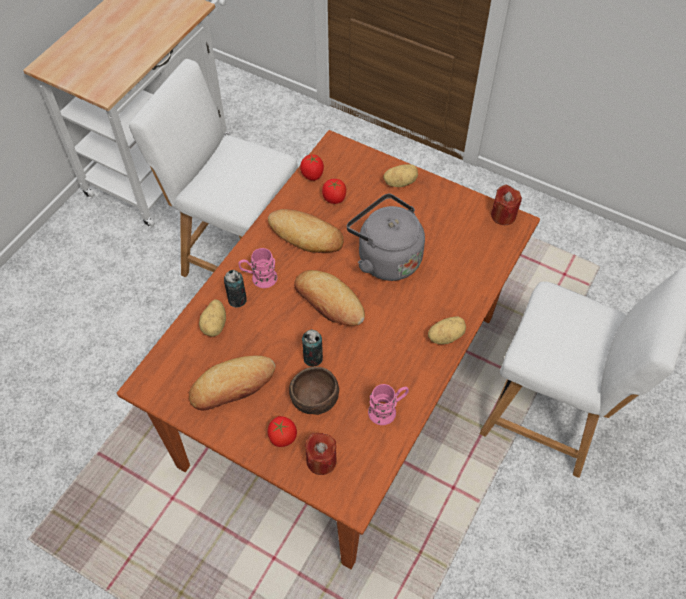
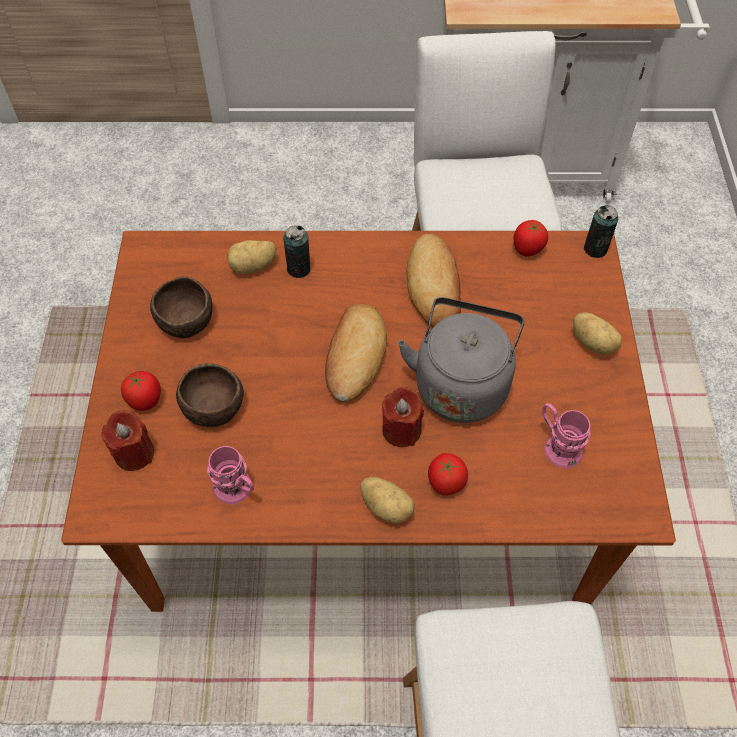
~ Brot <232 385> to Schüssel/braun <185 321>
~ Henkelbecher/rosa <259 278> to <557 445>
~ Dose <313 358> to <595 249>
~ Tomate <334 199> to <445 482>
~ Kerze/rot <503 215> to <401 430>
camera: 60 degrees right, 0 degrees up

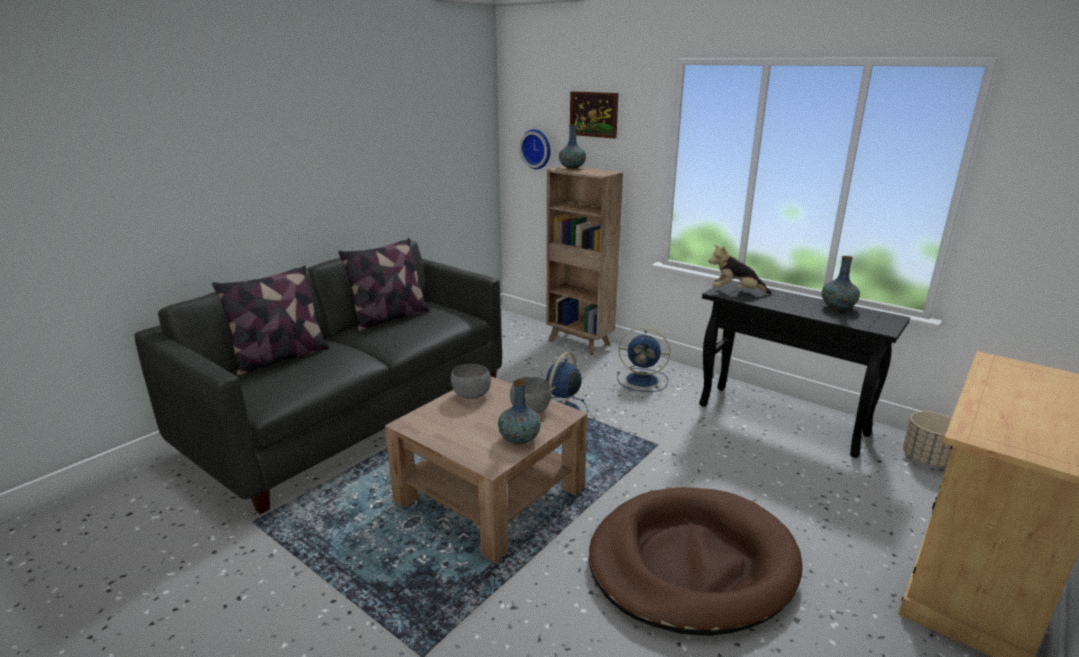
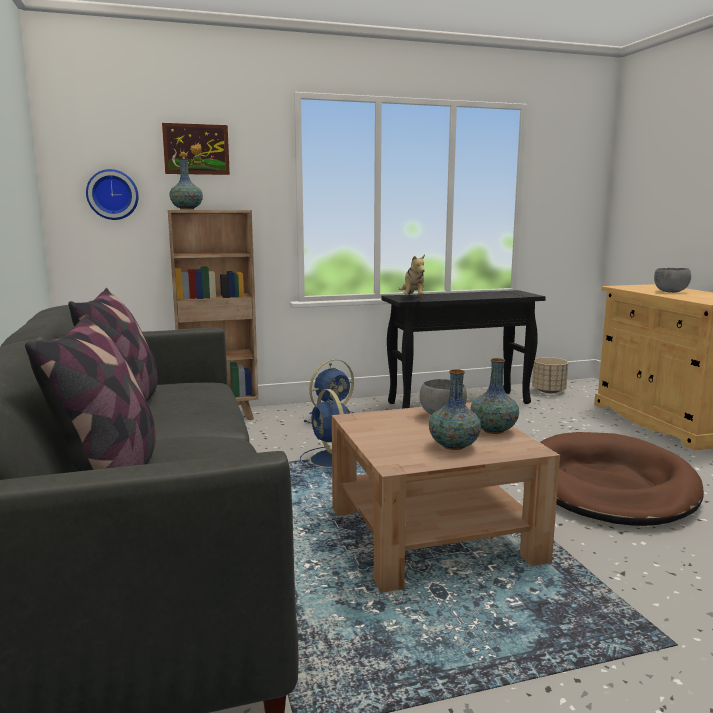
~ Schüssel/grau <470 395> to <670 292>
~ Plüschtier <735 292> = <413 298> 45 degrees counterclockwise
~ Vase <837 307> to <453 446>
camera: 55 degrees left, 10 degrees down

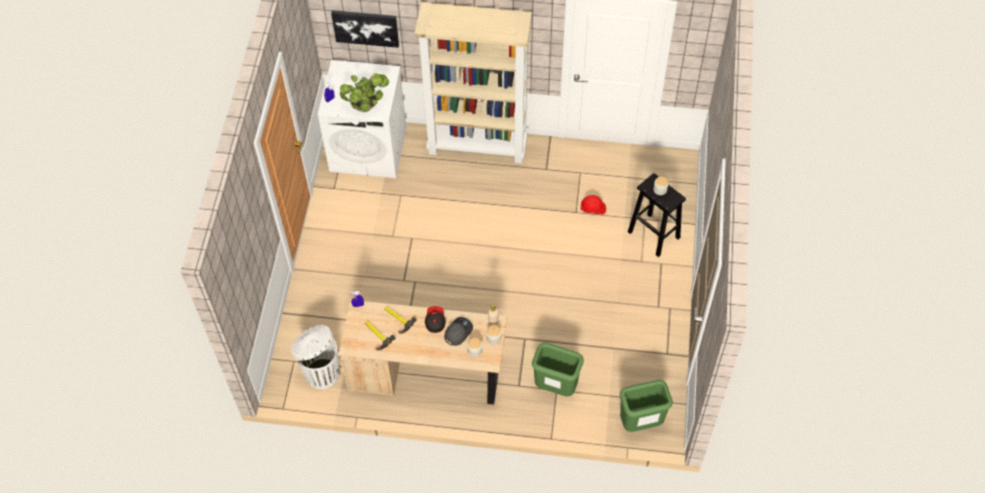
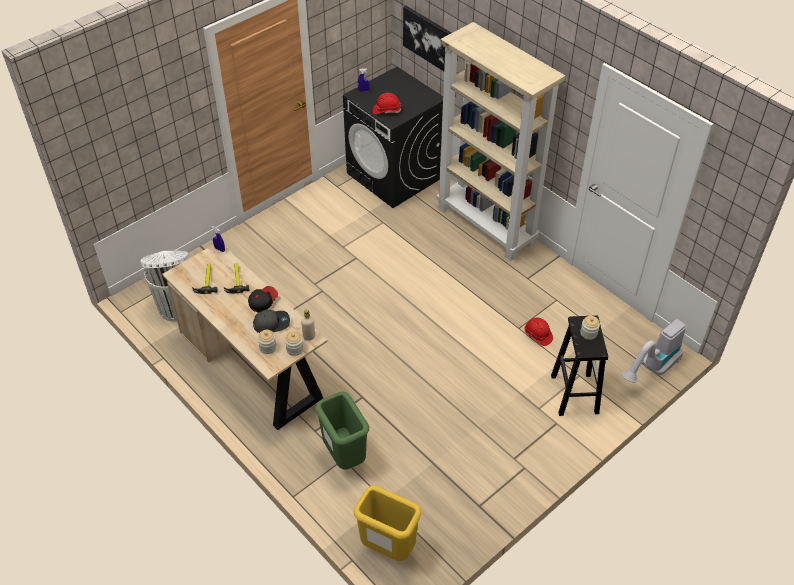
~ Waschmaschine/weiß <369 149> to Waschmaschine/schwarz <394 176>
~ Topfpflanze <366 106> to Schutzhelm/rot <386 110>
~ Mülleimer/grün <640 423> to Mülleimer/gelb <387 548>
+ Staubsauger <652 369>
camera: 40 degrees right, 10 degrees down

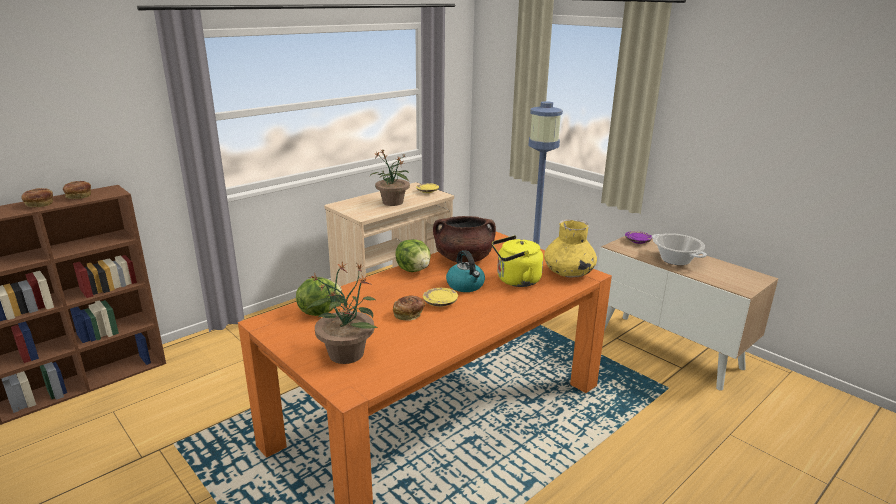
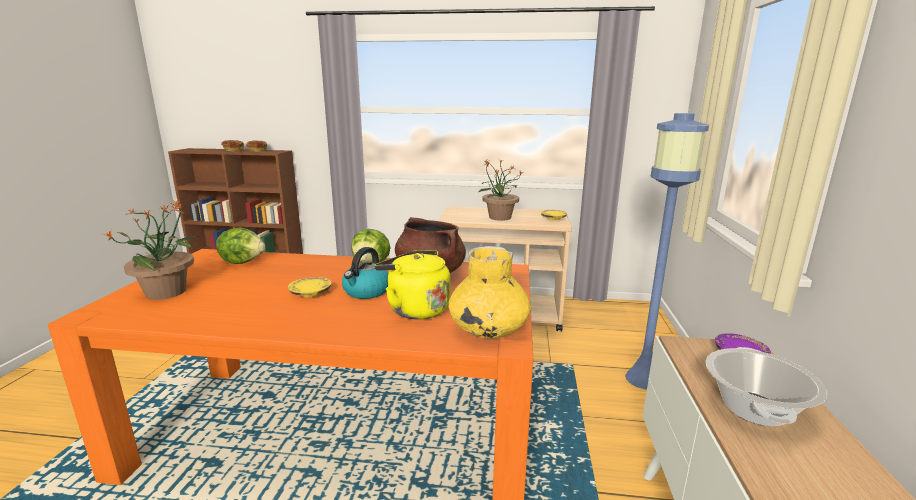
- Brot <409 314>
camera: 50 degrees right, 5 degrees down

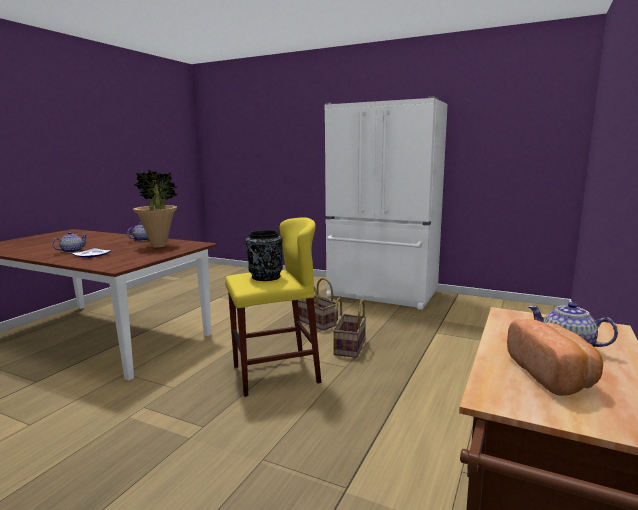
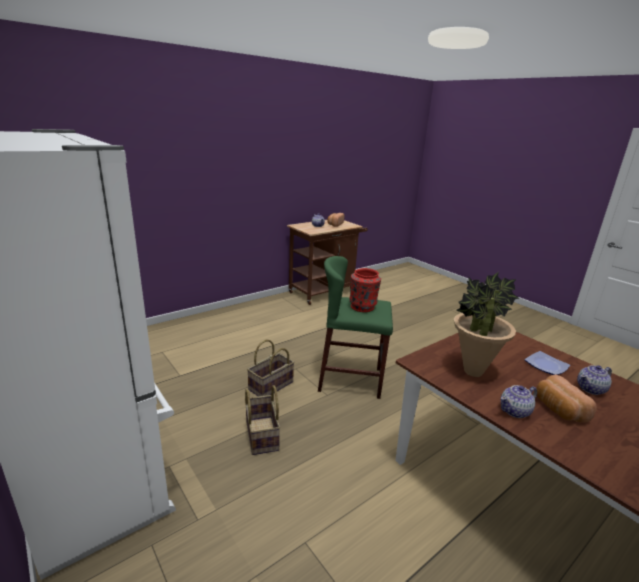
~ Hocker/gelb <275 374> to Hocker/grün <350 379>
~ Vase/schwarz <265 277> to Vase/rot <362 307>
+ Brot <558 409>
camera: 155 degrees left, 10 degrees up

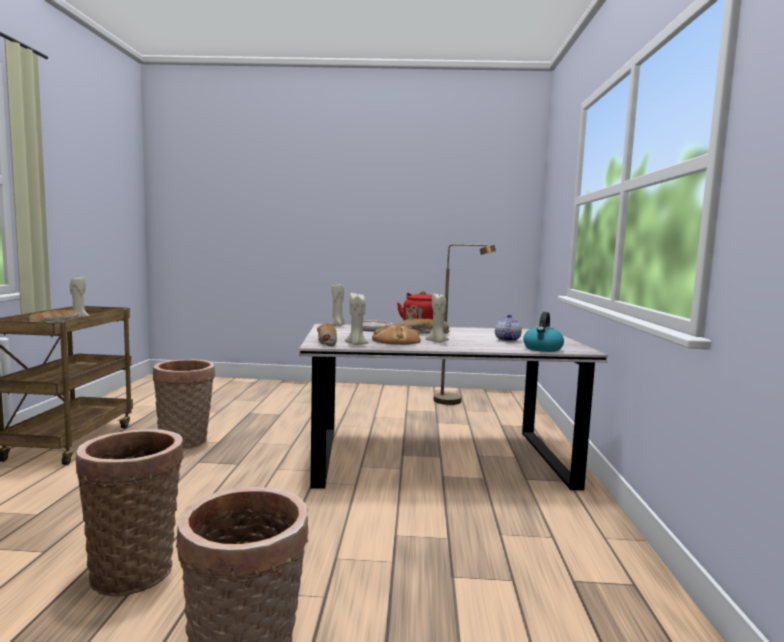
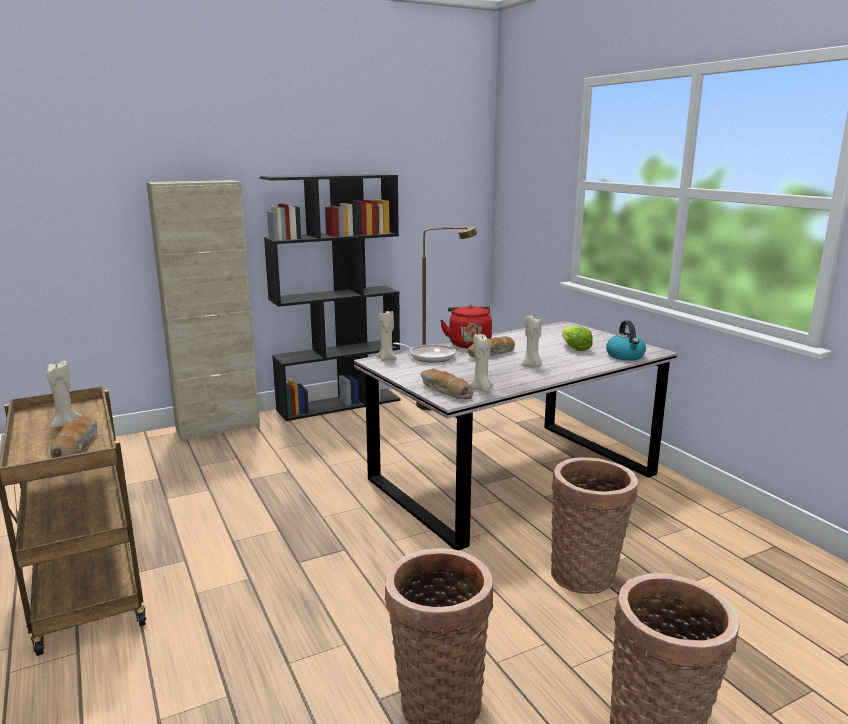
~ Korb <186 443> to <586 574>
- Brot <396 341>
~ Teekanne <507 340> to Salatkopf <574 348>
+ Schrank/beige <218 428>
+ Bücherregal/schwarz <339 404>
camera: 30 degrees left, 10 degrees up

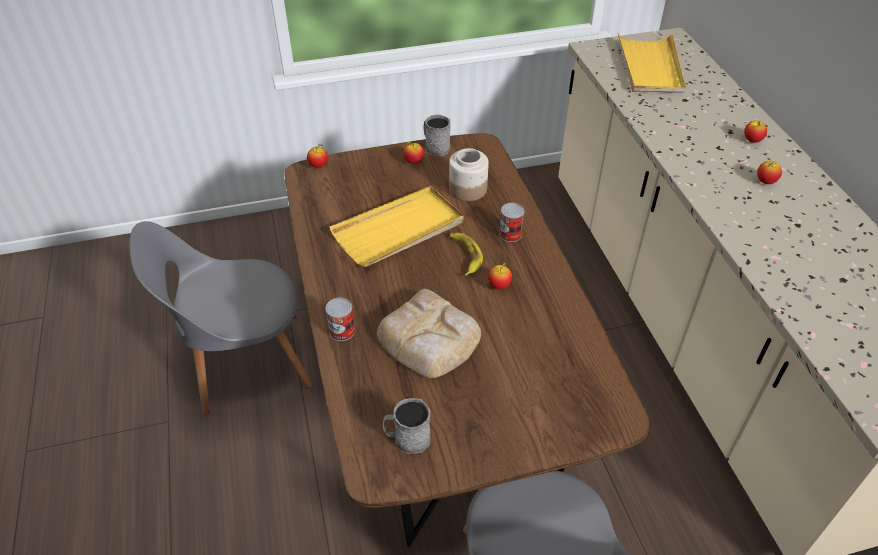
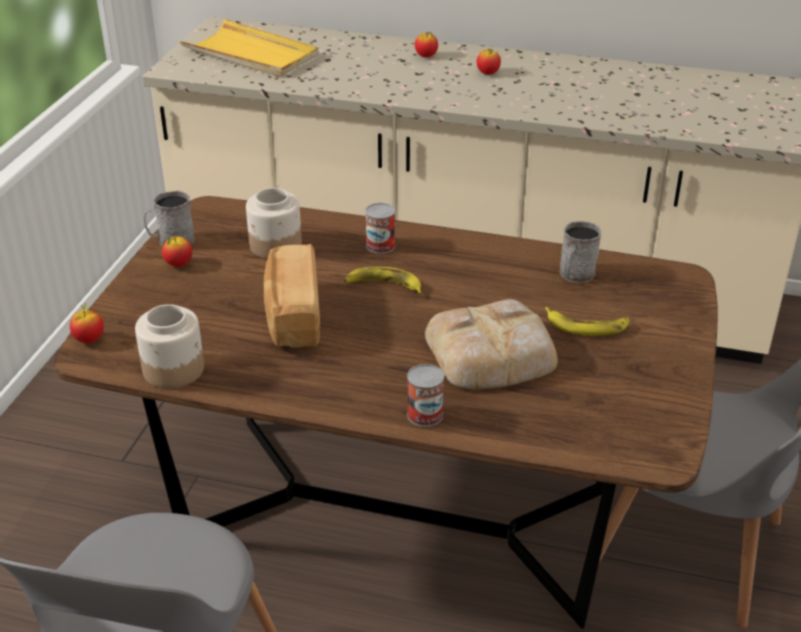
~ Tablett/gelb <399 230> to Brot <292 316>
~ Henkelbecher/grau <407 439> to <575 275>
- Apfel <499 285>
+ Vorratsglas <174 369>
+ Banane <587 326>
camera: 60 degrees left, 10 degrees down

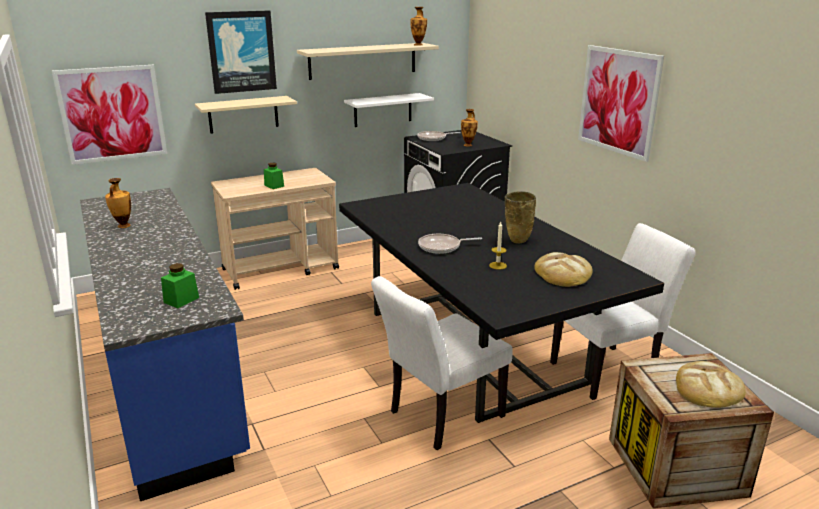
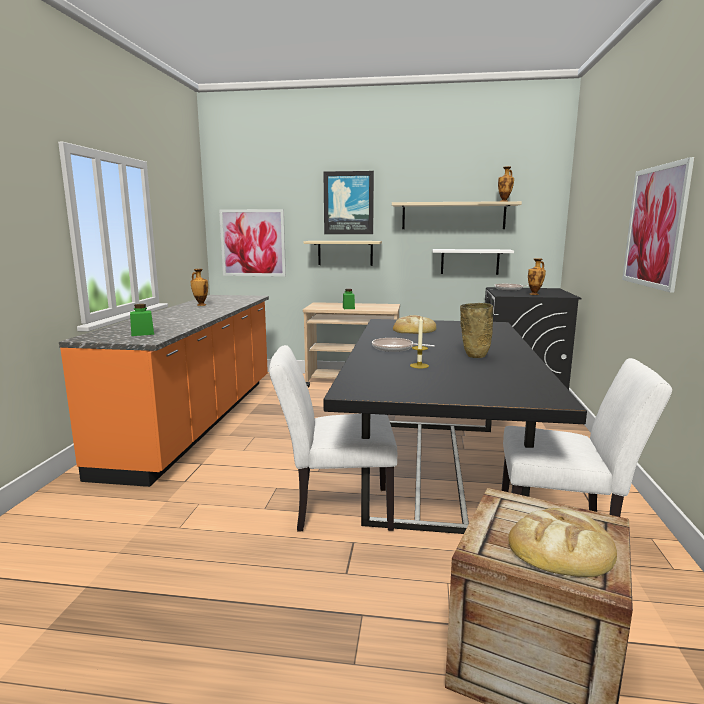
~ Küchenzeile/blau <168 374> to Küchenzeile/orange <198 421>
~ Brot <563 273> to <414 329>
camera: 35 degrees right, 10 degrees down

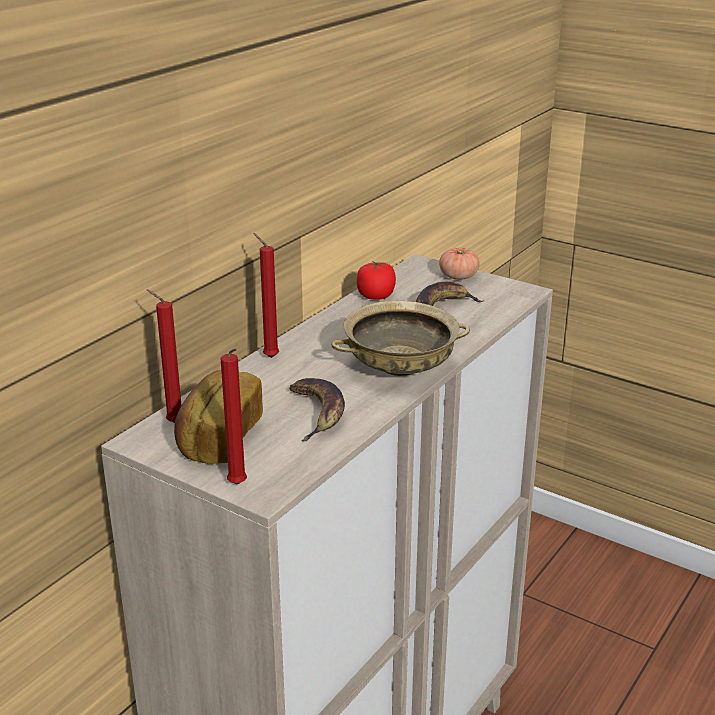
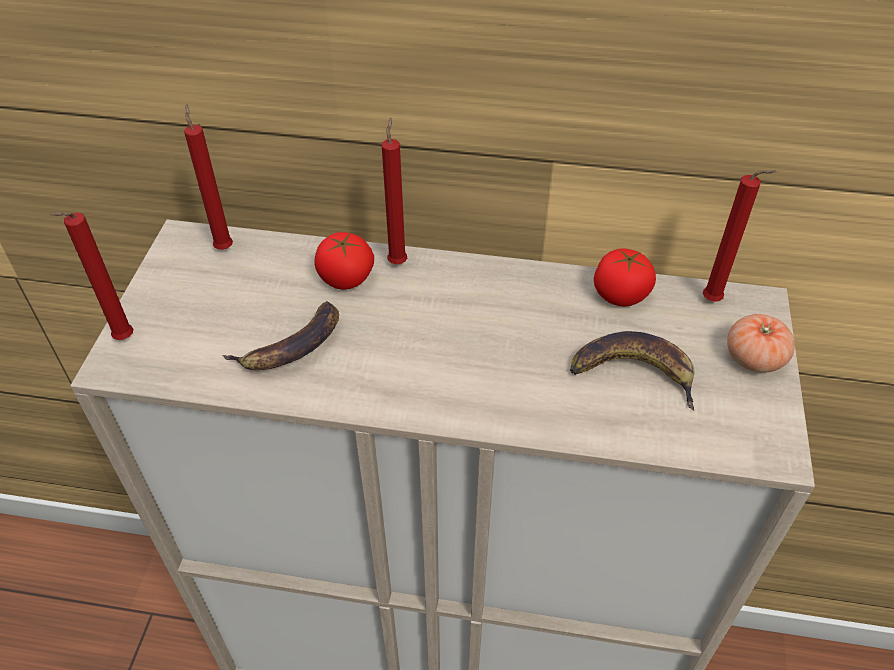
- Brot <218 439>
- Schüssel/beige <401 367>
+ Tomate <345 278>
+ Kerze/rot <714 302>
camera: 65 degrees right, 20 degrees up

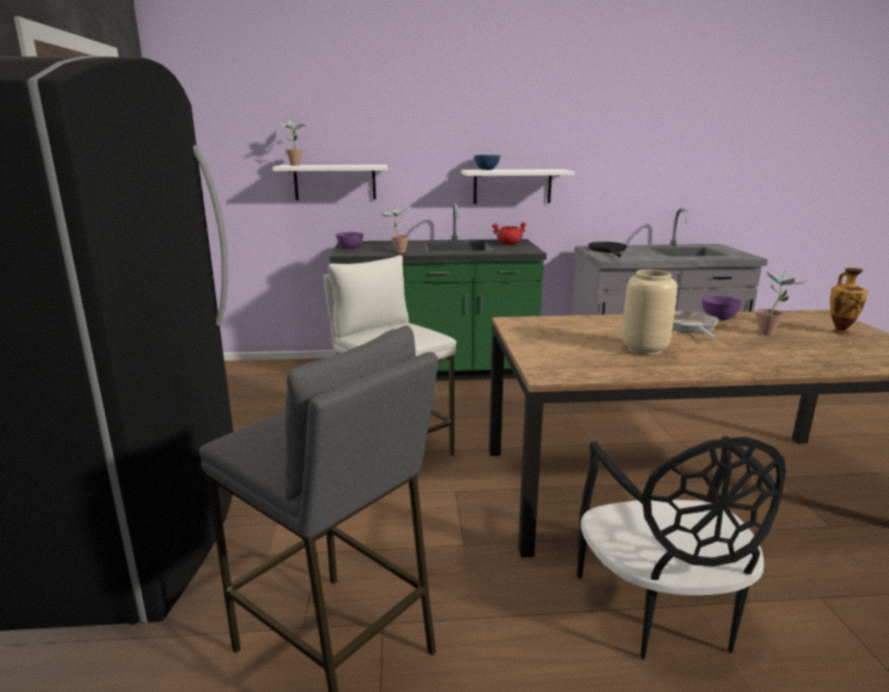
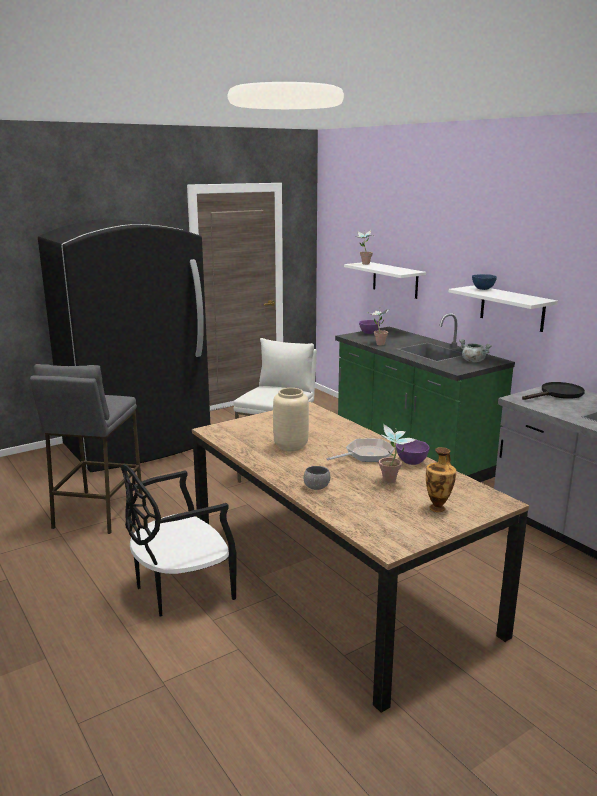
~ Kochtopf/rot <509 244> to Kochtopf/grau <473 361>
+ Schüssel/grau <316 487>
camera: 60 degrees right, 0 degrees up

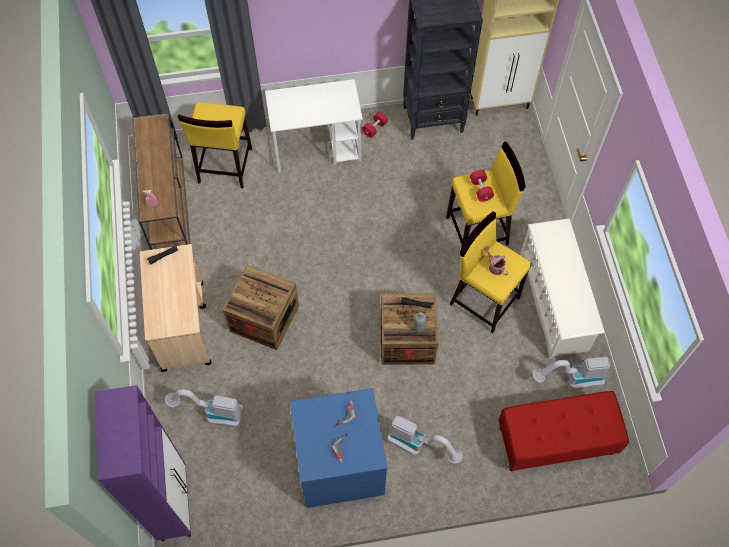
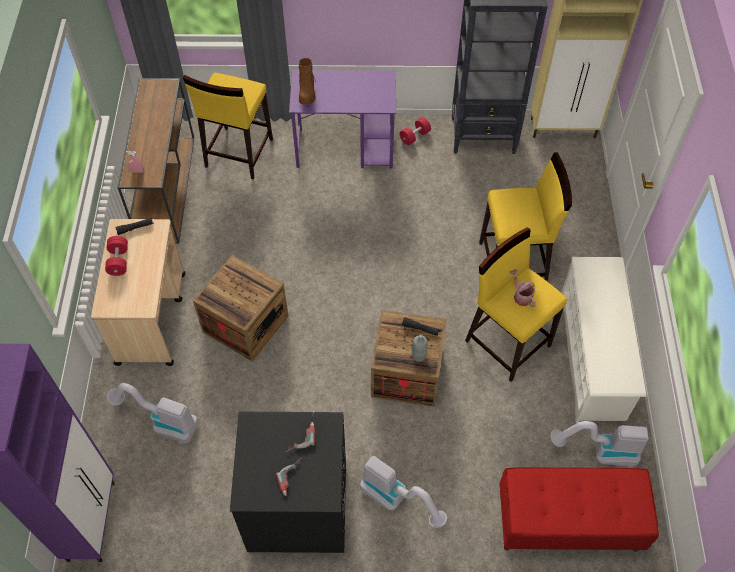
~ Schreibtisch/weiß <317 148> to Schreibtisch/lila <346 148>
~ Waschmaschine/blau <339 465> to Waschmaschine/schwarz <297 507>
~ Hantel/rot <480 190> to <118 261>
+ Stiefel/braun <307 91>
camera: 10 degrees right, 5 degrees down

